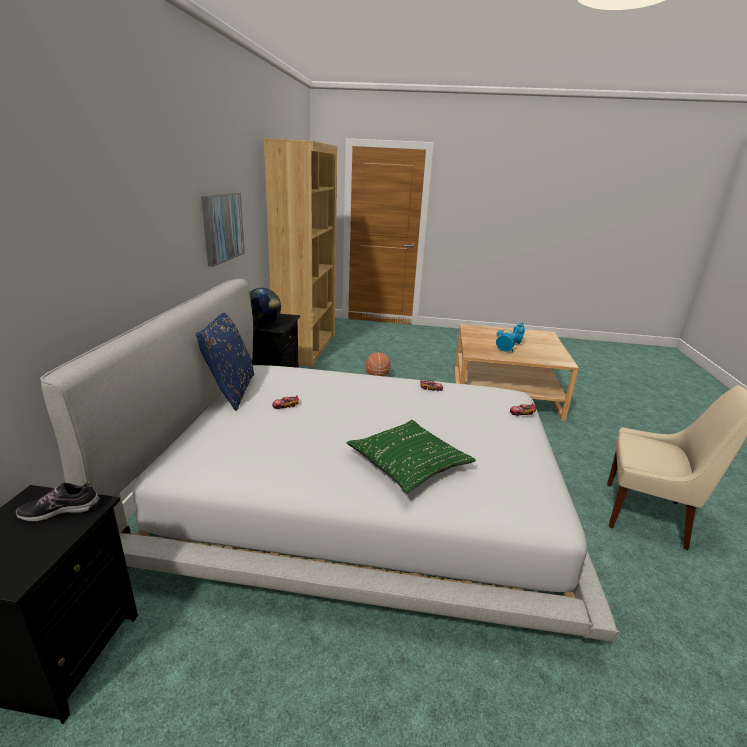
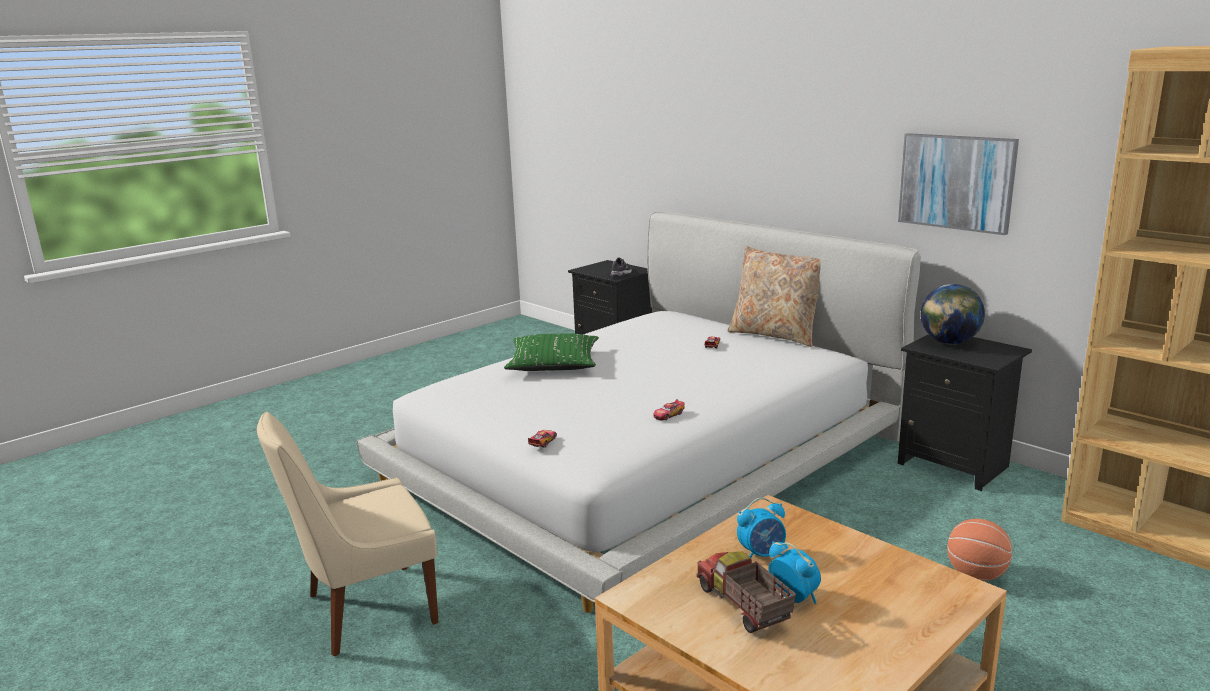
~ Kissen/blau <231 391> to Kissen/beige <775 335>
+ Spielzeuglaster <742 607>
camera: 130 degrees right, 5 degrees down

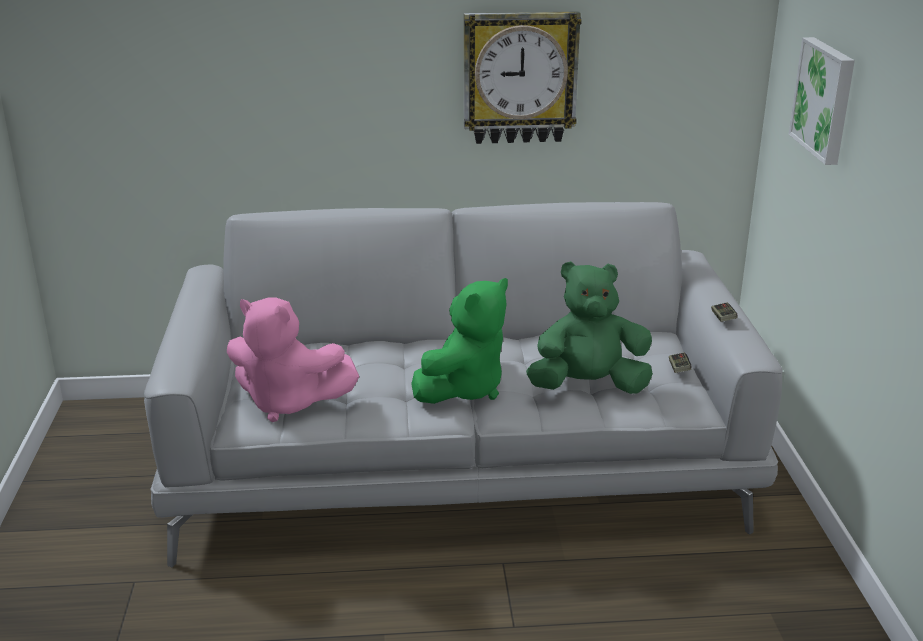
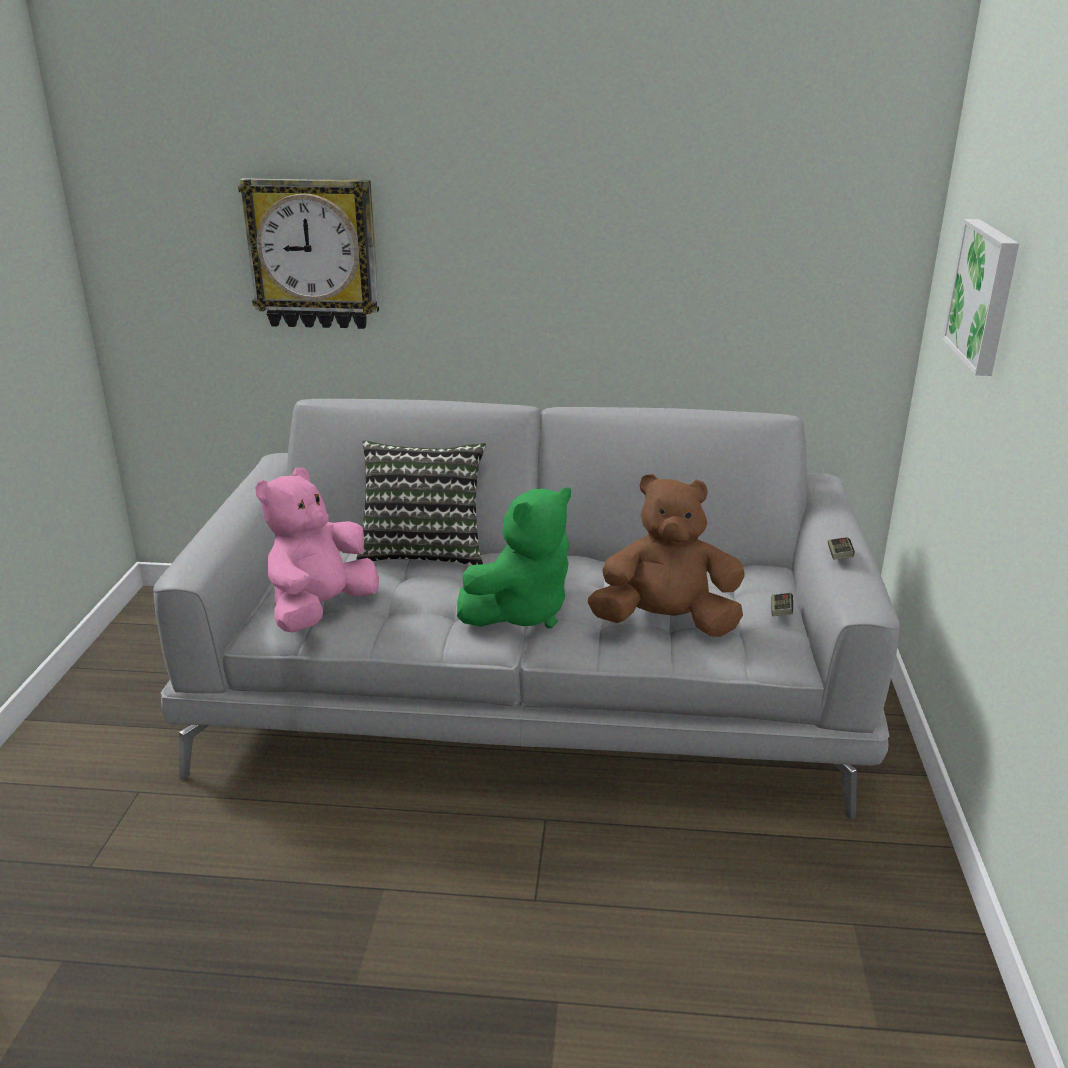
~ Plüschtier/rosa <288 403> = <321 610> 90 degrees clockwise
~ Wanduhr <519 77> to <314 254>
~ Plüschtier/grün <588 386> to Plüschtier/braun <666 623>
+ Kissen <424 551>
camera: 10 degrees right, 0 degrees up

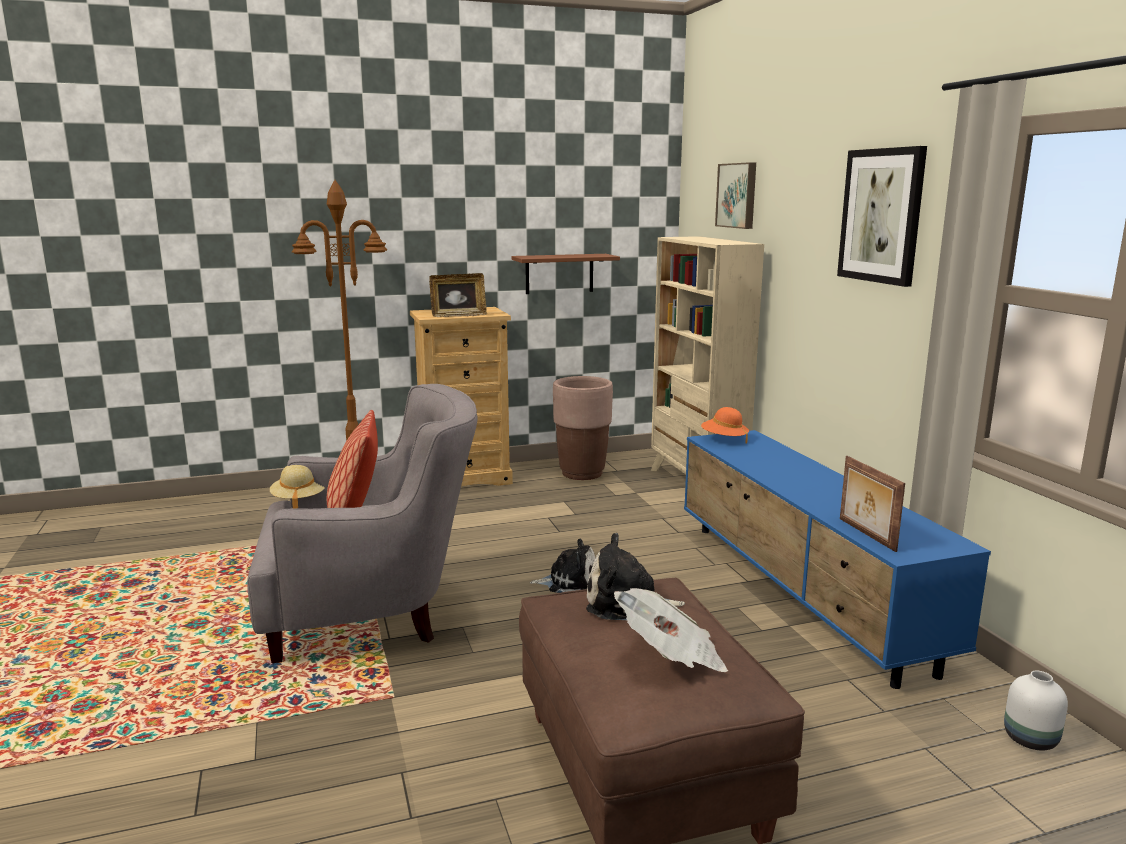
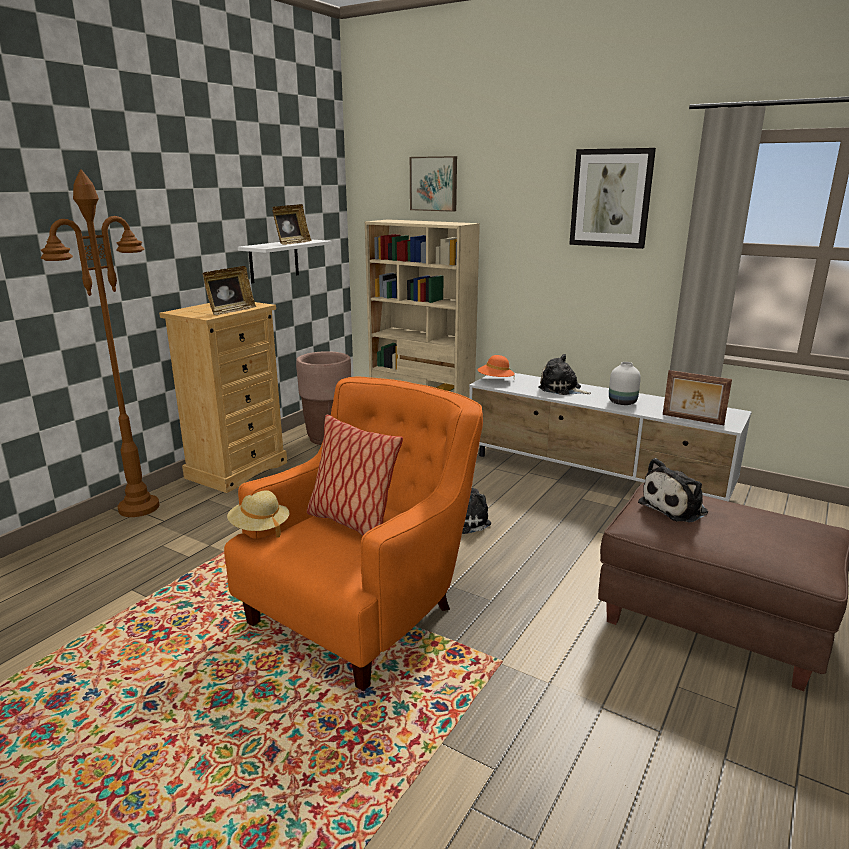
~ Sessel/grau <372 613> to Sessel/orange <366 608>
~ Wandregal/braun <559 273> to Wandregal/weiß <274 261>
- Zeitung <671 657>
~ Fernsehschrank/blau <800 593> to Fernsehschrank/weiß <595 476>
~ Vase/weiß <1028 739> to <621 402>
+ Bilderrahmen <292 243>
+ Plüschtier <562 389>
camera: 40 degrees left, 5 degrees up

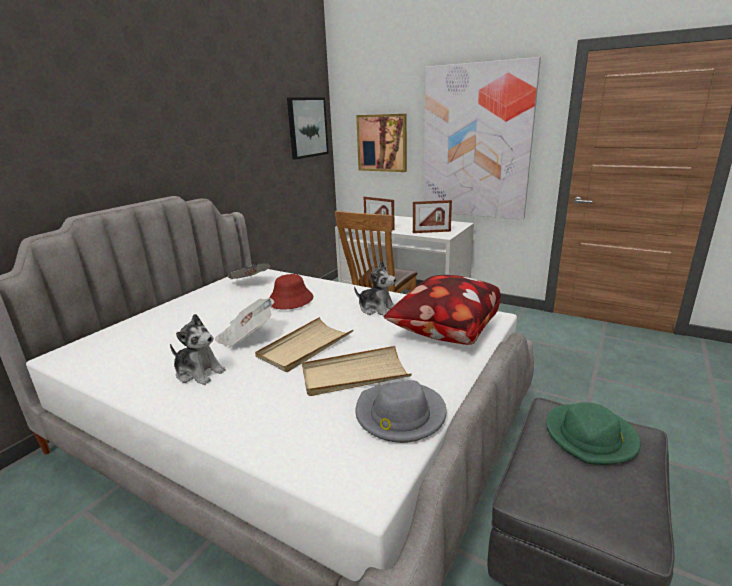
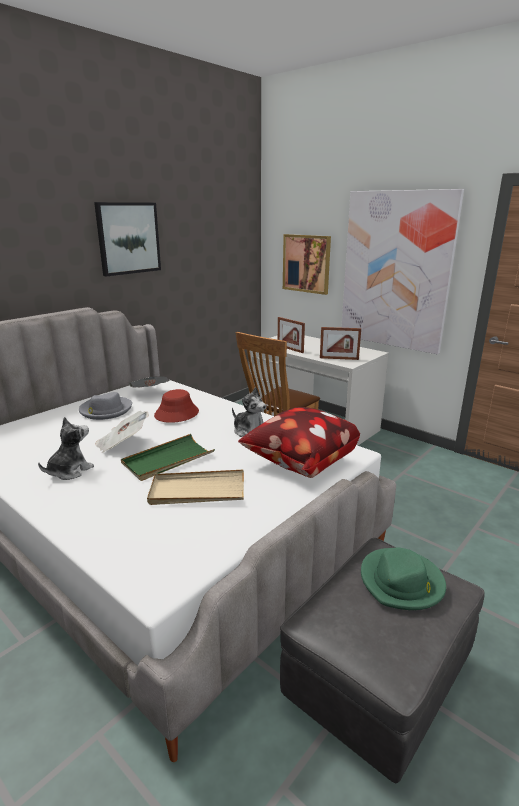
~ Plüschtier <199 372> = <69 471> 90 degrees counterclockwise
~ Tablett/beige <305 347> to Tablett/grün <167 460>
~ Bild <307 127> to <128 238>
~ Hut/grau <400 415> to <105 410>
camera: 10 degrees right, 0 degrees up

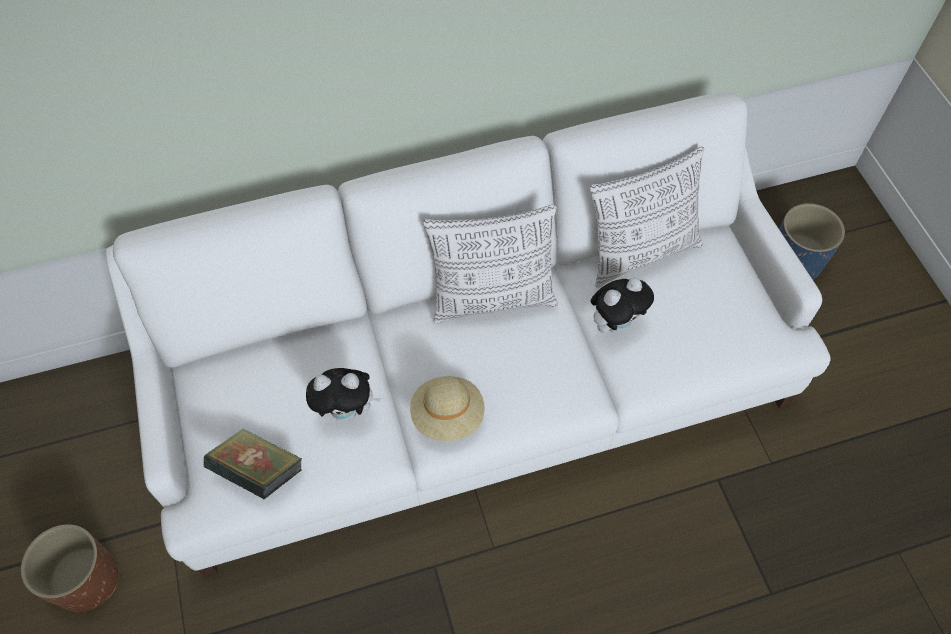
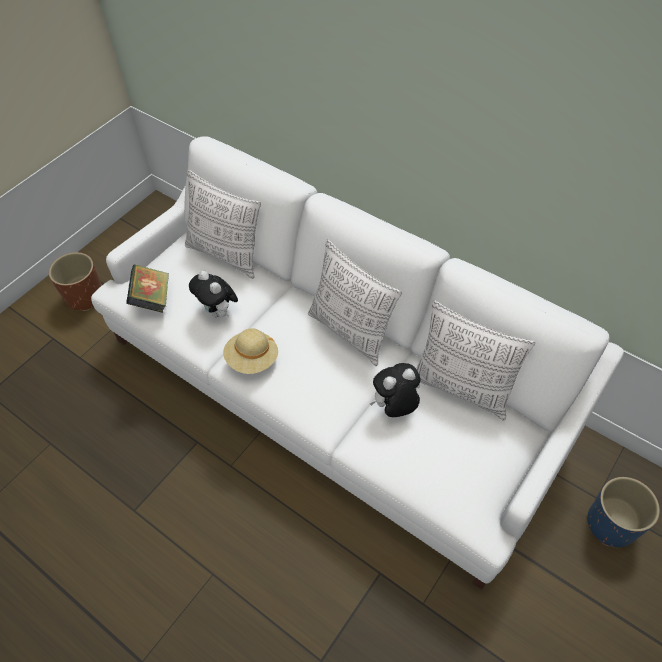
~ Plüschtier <615 323> = <395 407> 135 degrees clockwise
+ Kissen <226 254>
camera: 55 degrees right, 5 degrees down

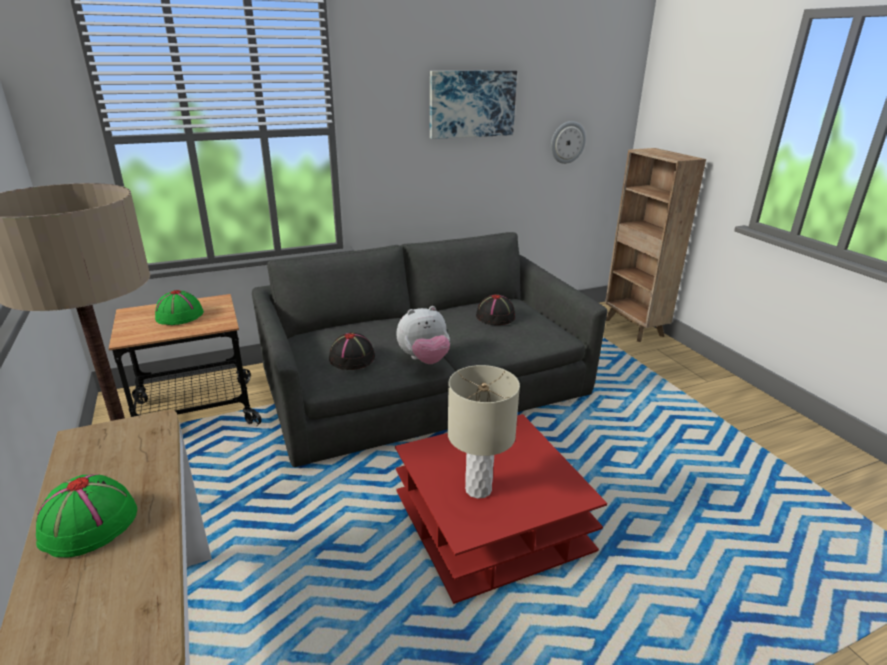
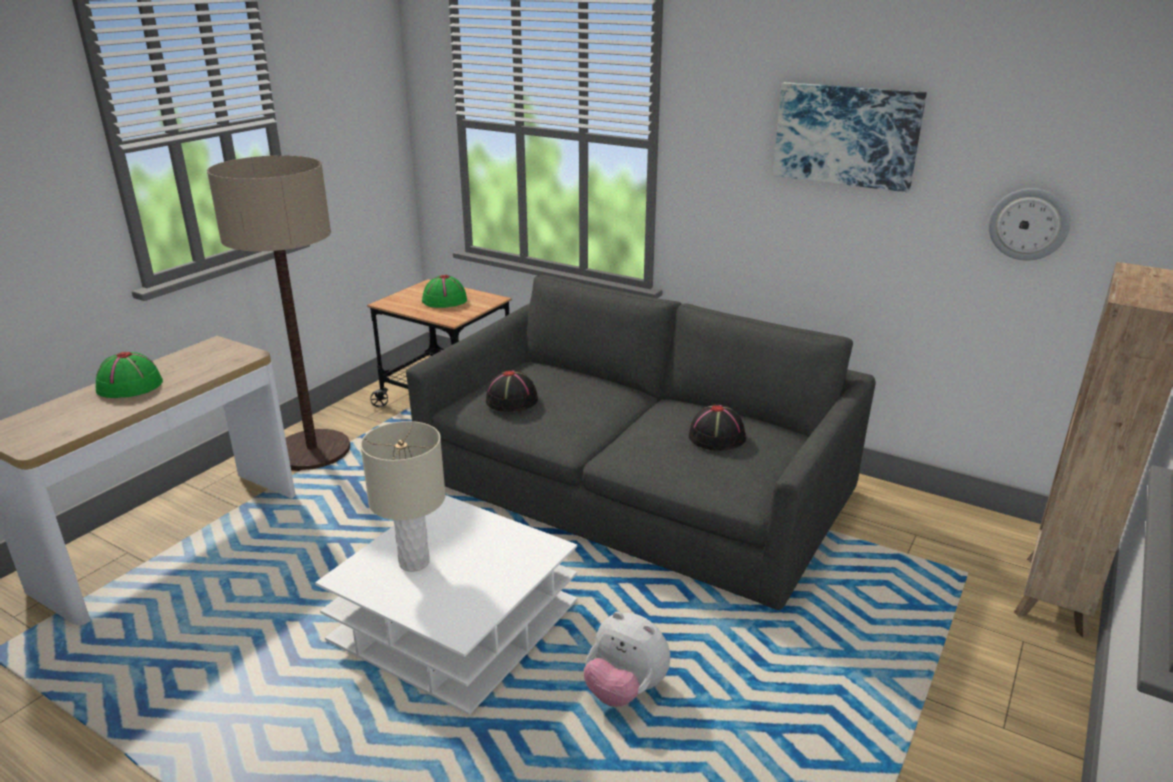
~ Couchtisch/rot <491 520> to Couchtisch/weiß <455 621>
~ Plüschtier <424 360> to <625 690>
camera: 55 degrees right, 0 degrees up

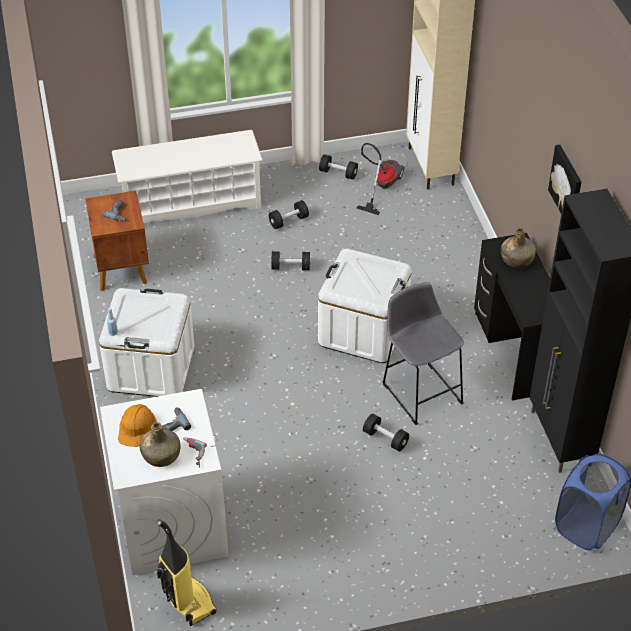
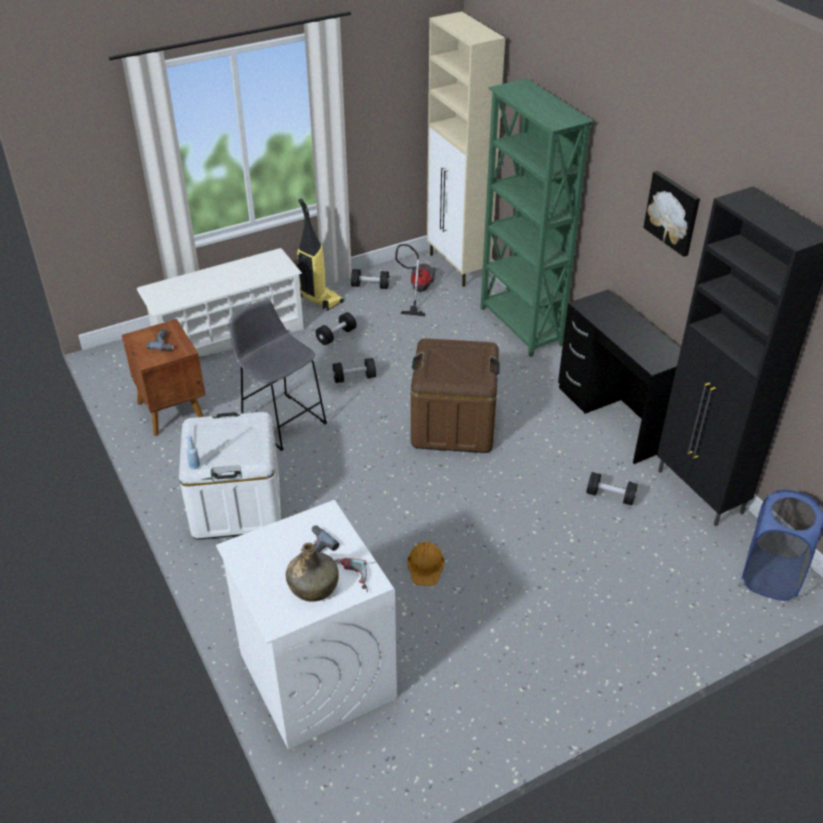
~ Schutzhelm/orange <136 427> to <426 565>
~ Staubsauger <187 601> to <319 299>
~ Aufbewahrungsbox/weiß <363 330> to Aufbewahrungsbox/braun <453 425>
~ Hantel/schwarz <385 438> to <610 496>
~ Hocker/grau <420 390> to <281 419>
- Flasche/grün <517 259>
+ Bücherregal/grün <520 327>
camera: 15 degrees left, 5 degrees down

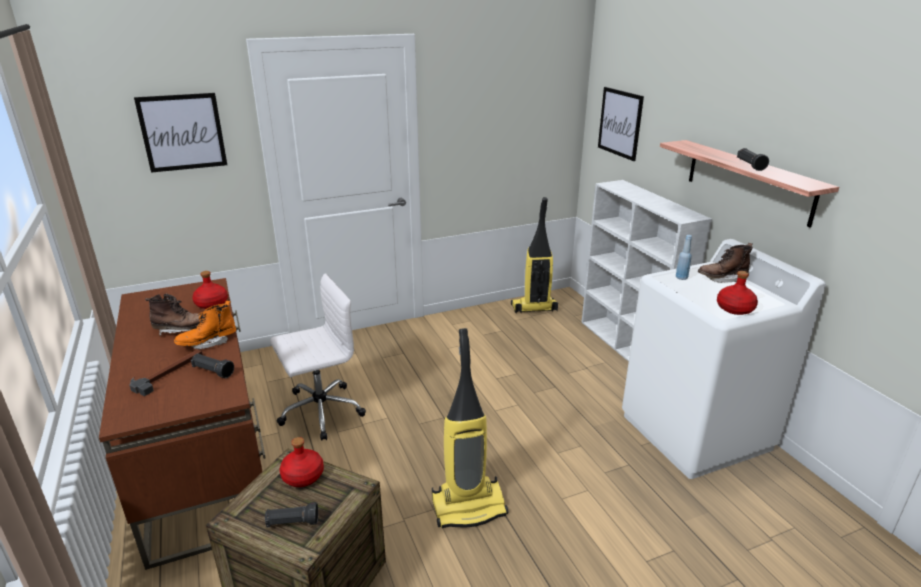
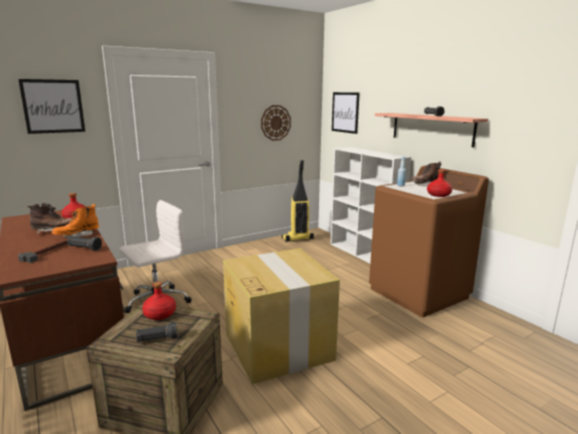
~ Staubsauger <469 506> to Karton <277 346>
~ Waschmaschine/weiß <696 432> to Waschmaschine/braun <419 293>
+ Wanduhr <275 123>
camera: 10 degrees left, 10 degrees down

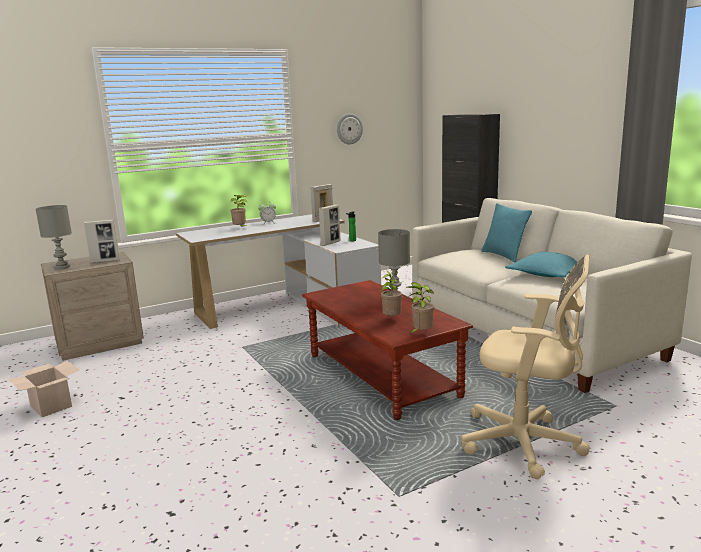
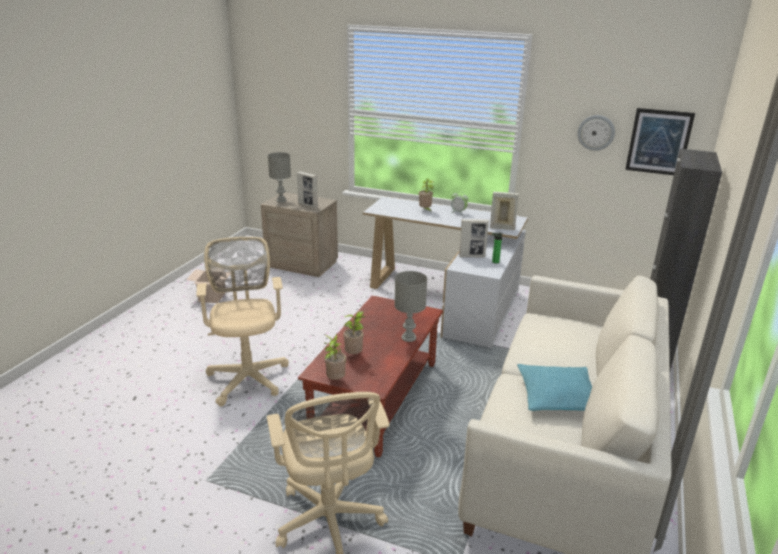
- Kissen/türkis <503 256>
+ Bürostuhl/beige <248 376>
+ Bild <659 141>
camera: 50 degrees right, 10 degrees up

